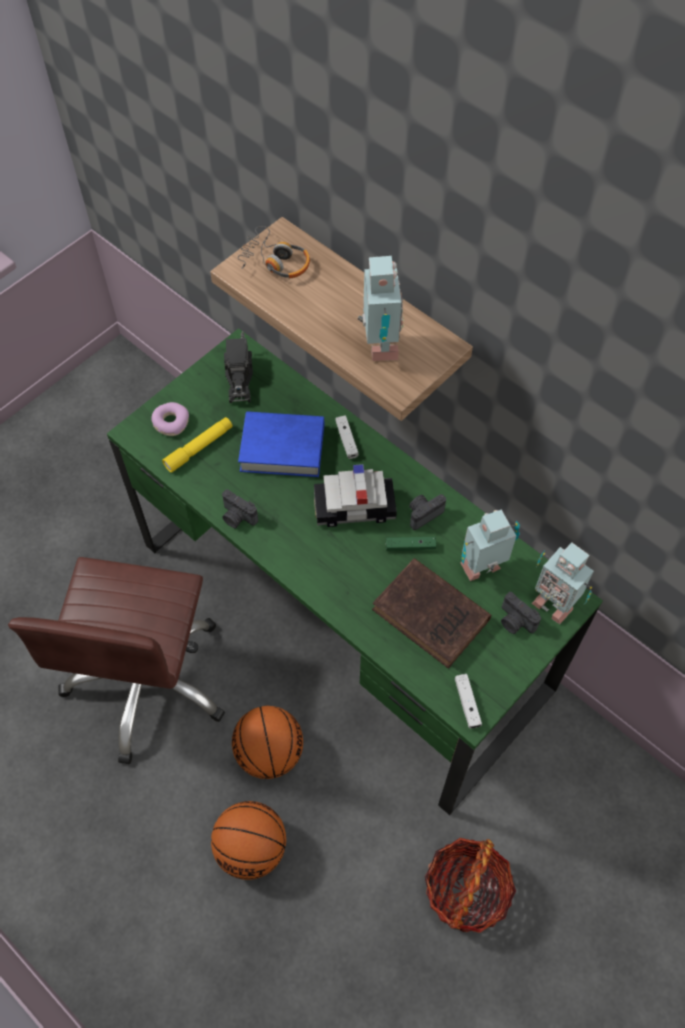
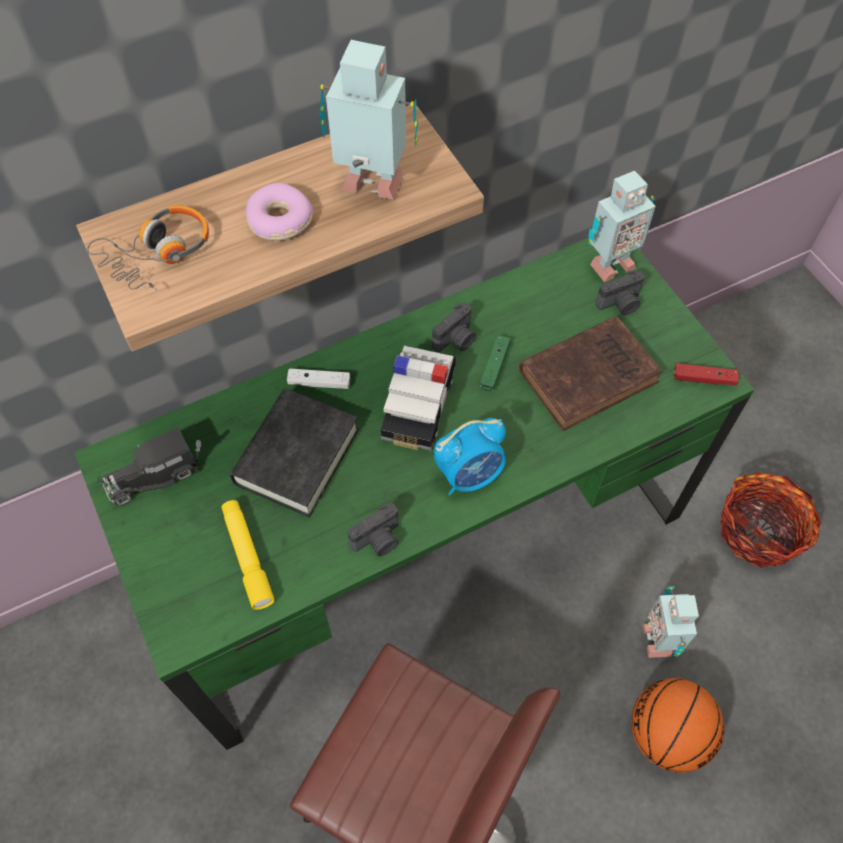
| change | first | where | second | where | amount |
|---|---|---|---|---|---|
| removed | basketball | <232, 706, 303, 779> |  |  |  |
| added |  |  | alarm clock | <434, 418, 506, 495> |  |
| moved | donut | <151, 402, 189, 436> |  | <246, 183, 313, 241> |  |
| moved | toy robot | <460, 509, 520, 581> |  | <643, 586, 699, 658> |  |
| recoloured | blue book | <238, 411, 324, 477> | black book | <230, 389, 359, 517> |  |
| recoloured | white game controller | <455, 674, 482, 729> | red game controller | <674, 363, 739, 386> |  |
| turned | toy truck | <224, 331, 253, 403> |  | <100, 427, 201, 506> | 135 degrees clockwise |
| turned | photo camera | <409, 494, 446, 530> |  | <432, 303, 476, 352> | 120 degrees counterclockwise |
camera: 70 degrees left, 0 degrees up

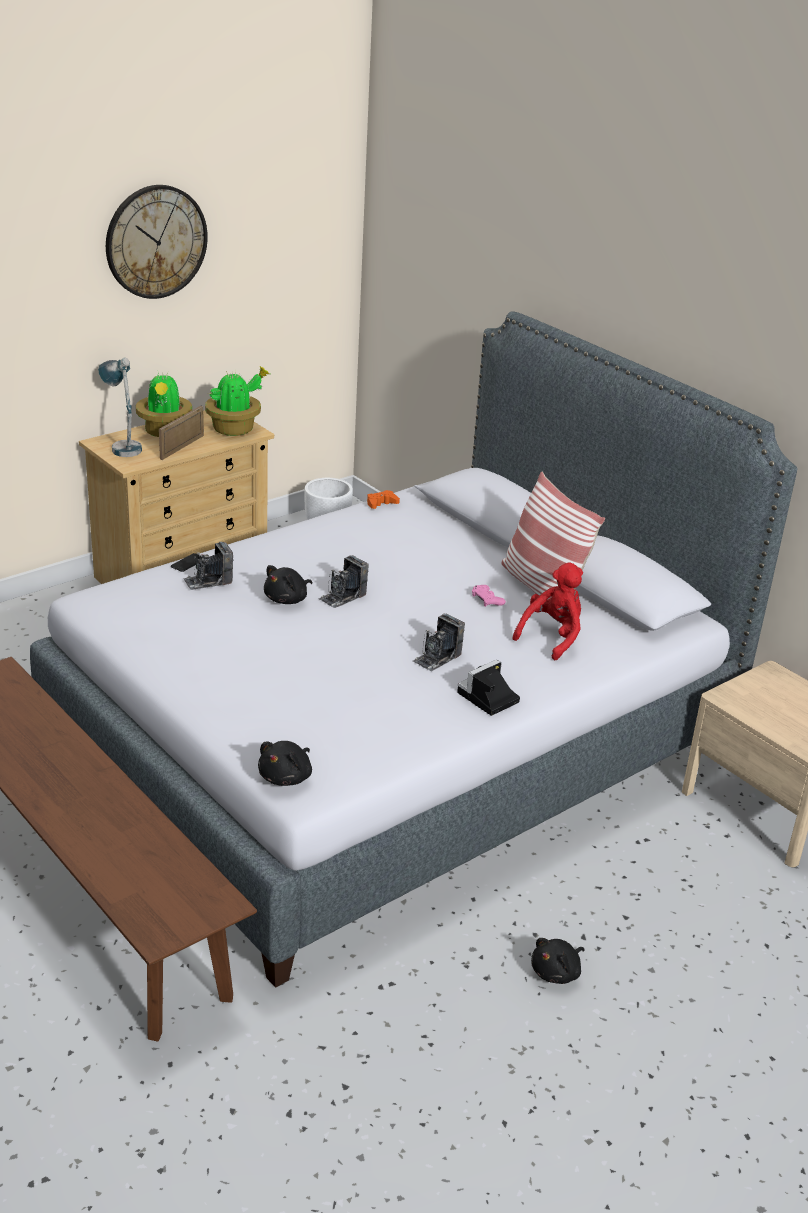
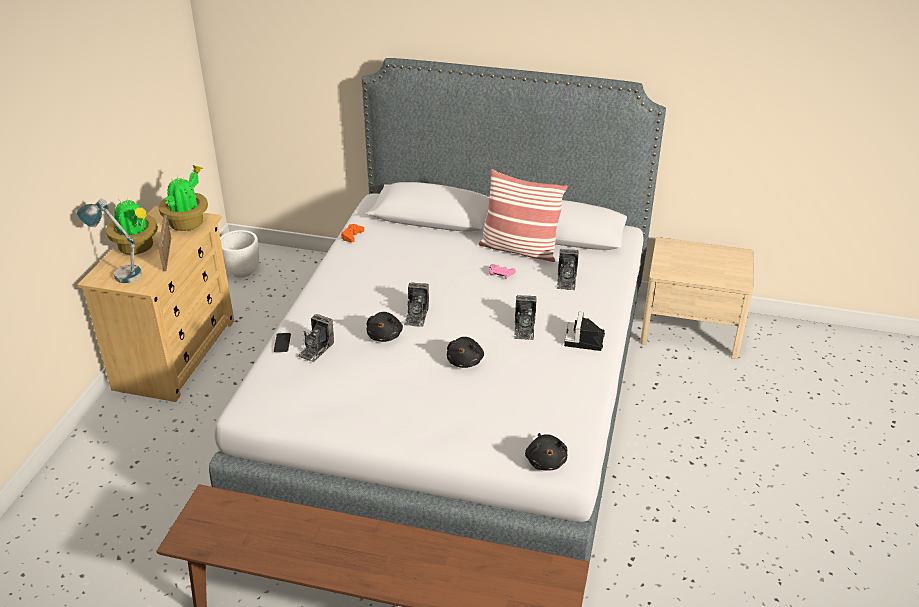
| change | first | where | second | where | amount |
|---|---|---|---|---|---|
| removed | wall clock | <106, 185, 208, 299> |  |  |  |
| moved | black plush toy | <531, 938, 585, 984> |  | <447, 337, 484, 368> |  |
| replaced | red plush toy | <513, 562, 583, 660> | photo camera | <557, 249, 579, 290> |  |
camera: 35 degrees left, 5 degrees up

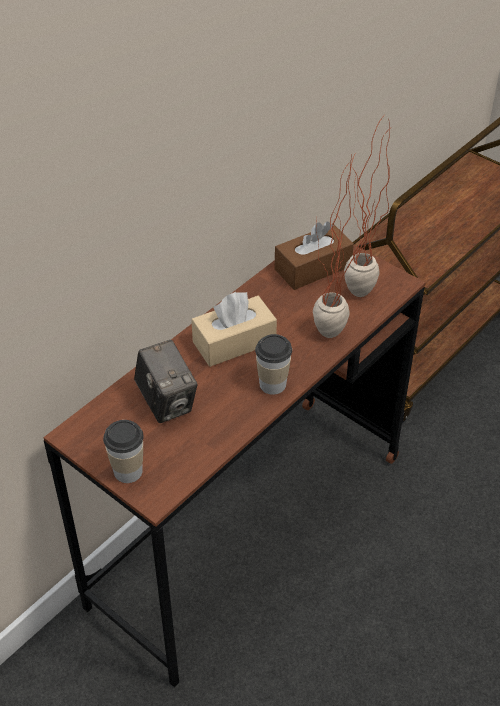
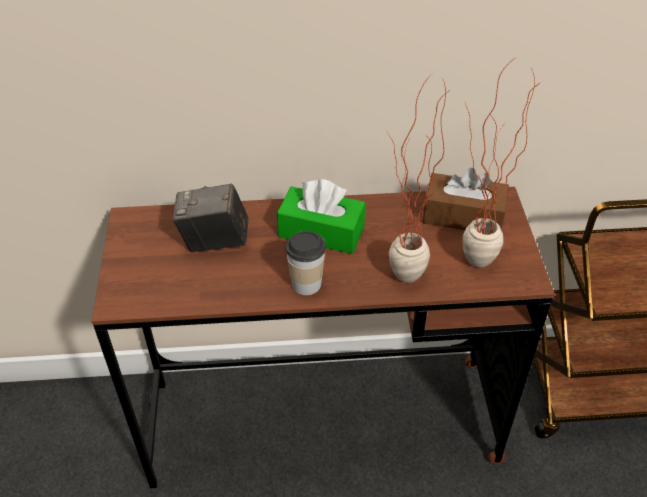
| change | first | where | second | where | amount |
|---|---|---|---|---|---|
| removed | cup | <103, 420, 144, 483> |  |  |  |
| recoloured | beige tissue box | <191, 292, 277, 367> | green tissue box | <277, 179, 366, 254> |  |
| turned | photo camera | <134, 340, 198, 423> |  | <173, 183, 248, 252> | 75 degrees clockwise |
camera: 45 degrees right, 0 degrees up

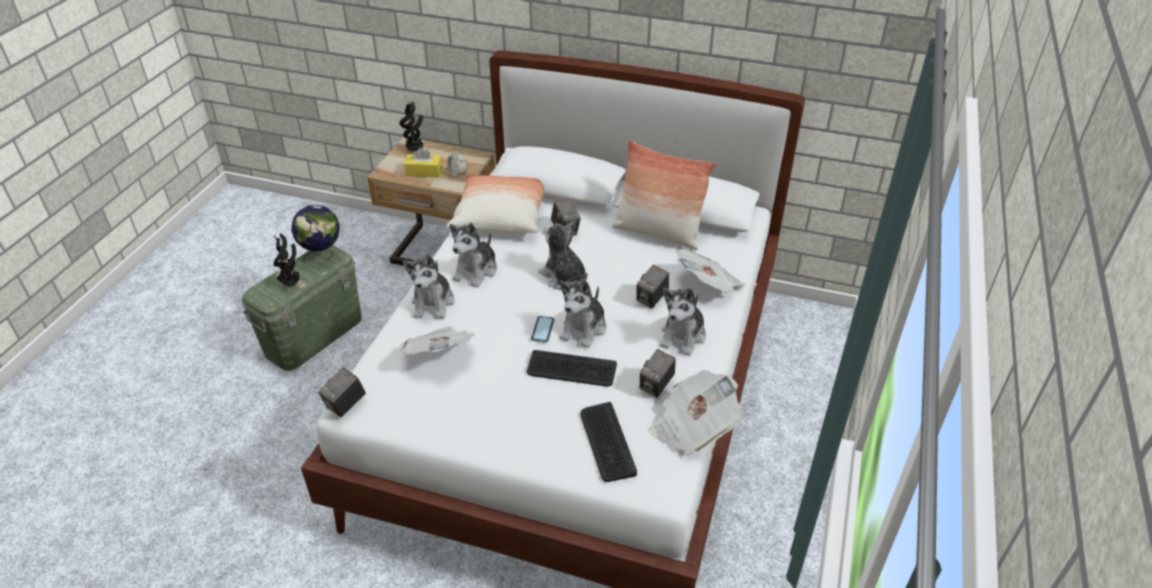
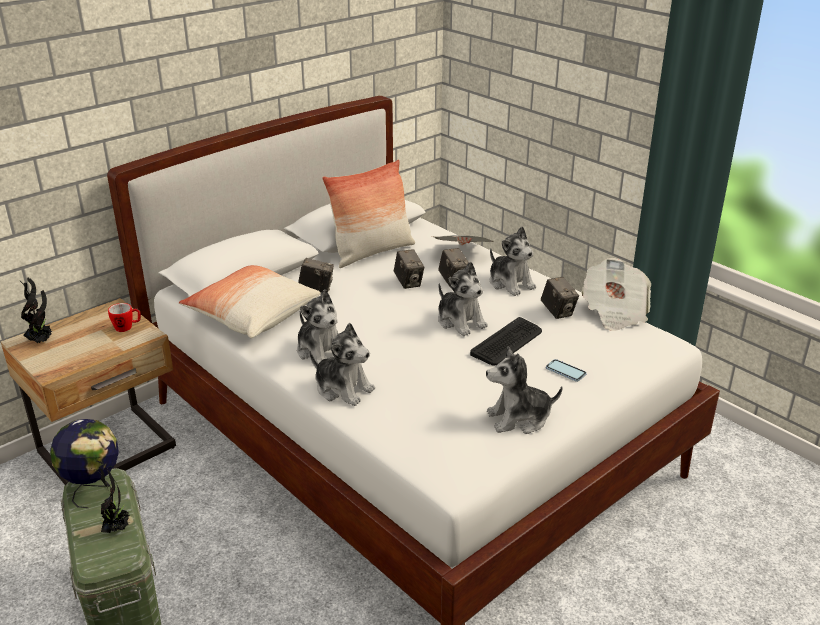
| change | first | where | second | where | amount |
|---|---|---|---|---|---|
| removed | newspaper | <400, 326, 474, 354> |  |  |  |
| removed | yellow tissue box | <404, 148, 442, 177> |  |  |  |
| removed | keyboard | <580, 402, 637, 482> |  |  |  |
| moved | photo camera | <318, 368, 366, 417> |  | <394, 249, 424, 289> |  |
| moved | phone | <531, 316, 554, 343> |  | <546, 359, 586, 382> |  |
| moved | plush toy | <538, 220, 587, 290> |  | <486, 346, 563, 434> |  |
| replaced | alarm clock | <447, 148, 467, 178> | mug | <108, 303, 141, 332> |  |
camera: 60 degrees left, 10 degrees down

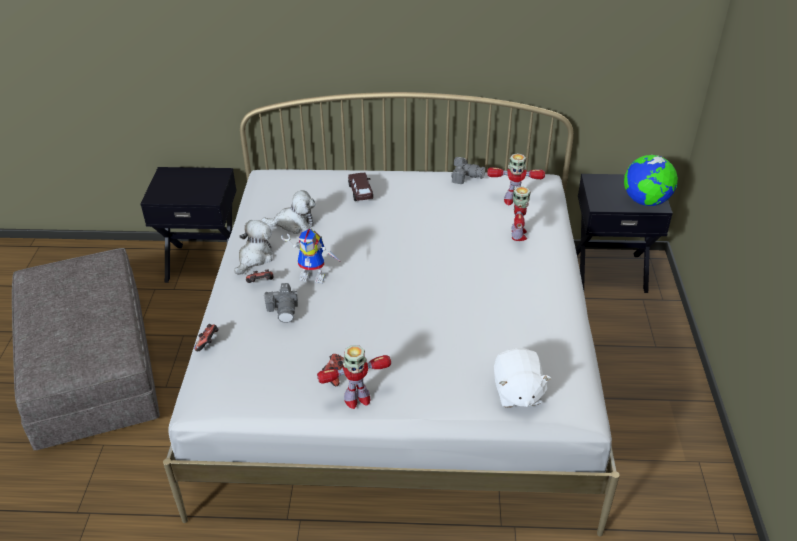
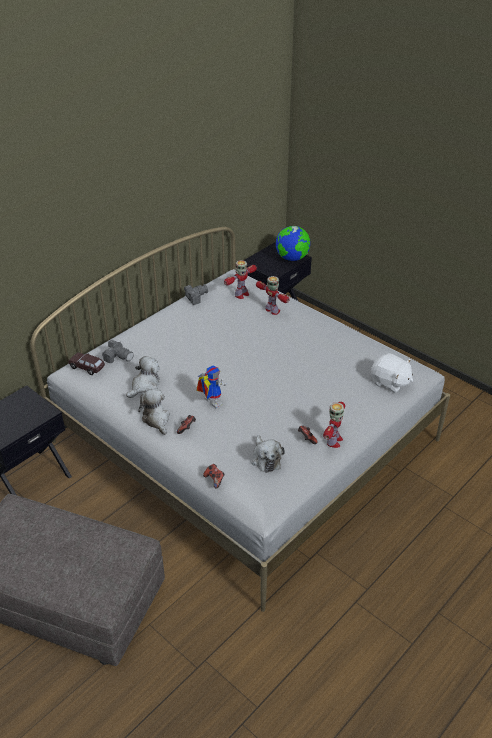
| change | first | where | second | where | amount |
|---|---|---|---|---|---|
| added |  |  | plush toy | <252, 435, 285, 473> |  |
| moved | photo camera | <264, 283, 298, 323> |  | <102, 340, 134, 363> |  |
| moved | brown toy car | <348, 172, 373, 201> |  | <68, 352, 105, 375> |  |
| turned | toy robot | <281, 229, 342, 283> |  | <196, 365, 226, 408> | 90 degrees counterclockwise |
camera: 50 degrees left, 0 degrees up

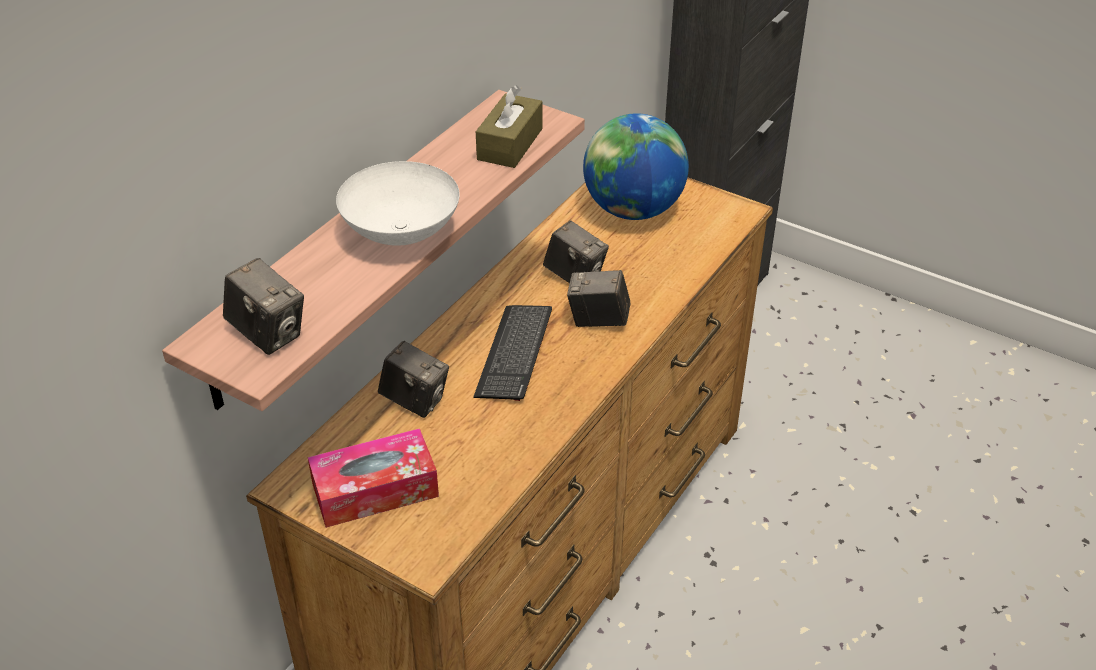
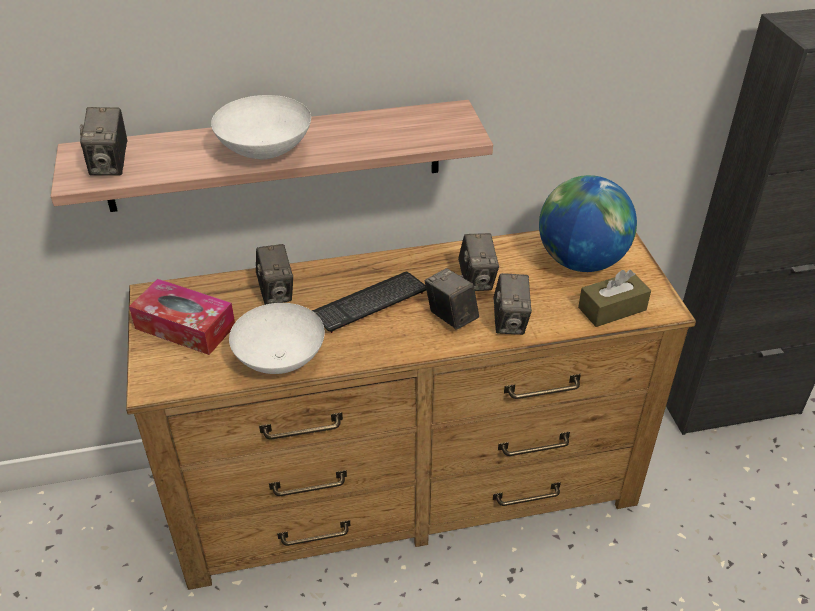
| change | first | where | second | where | amount |
|---|---|---|---|---|---|
| added |  |  | white bowl | <229, 303, 325, 374> |  |
| added |  |  | photo camera | <493, 273, 532, 335> |  |
| moved | brown tissue box | <476, 85, 542, 168> |  | <578, 270, 651, 327> |  |
camera: 45 degrees right, 0 degrees up

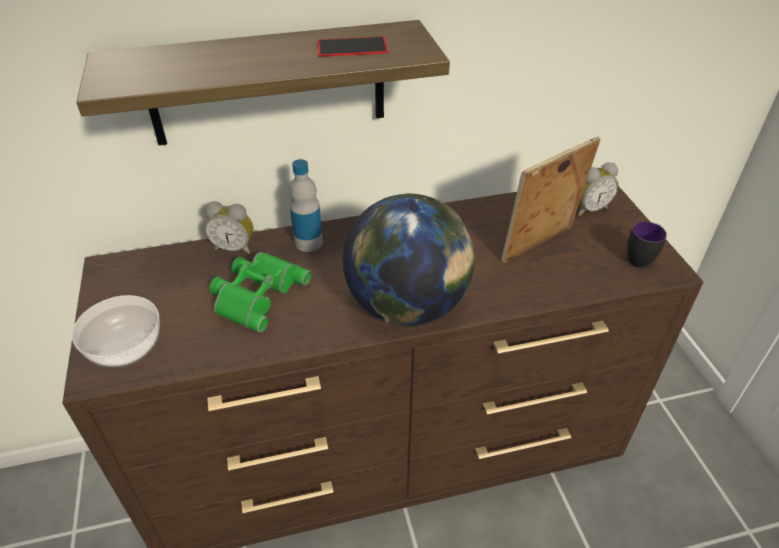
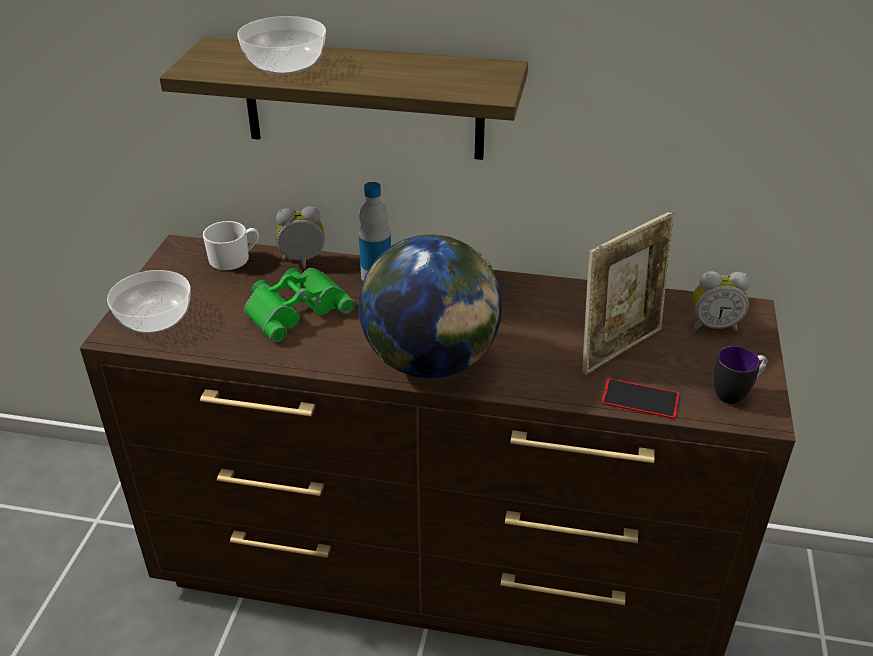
| change | first | where | second | where | amount |
|---|---|---|---|---|---|
| added |  |  | white mug | <203, 221, 259, 270> |  |
| added |  |  | bowl | <237, 16, 326, 75> |  |
| moved | phone | <317, 36, 389, 57> |  | <601, 378, 680, 419> |  |
| turned | alarm clock | <204, 201, 254, 255> |  | <276, 206, 325, 269> | 135 degrees clockwise |
| turned | picture frame | <501, 136, 601, 263> |  | <582, 211, 674, 375> | 150 degrees clockwise |
camera: 25 degrees right, 5 degrees down

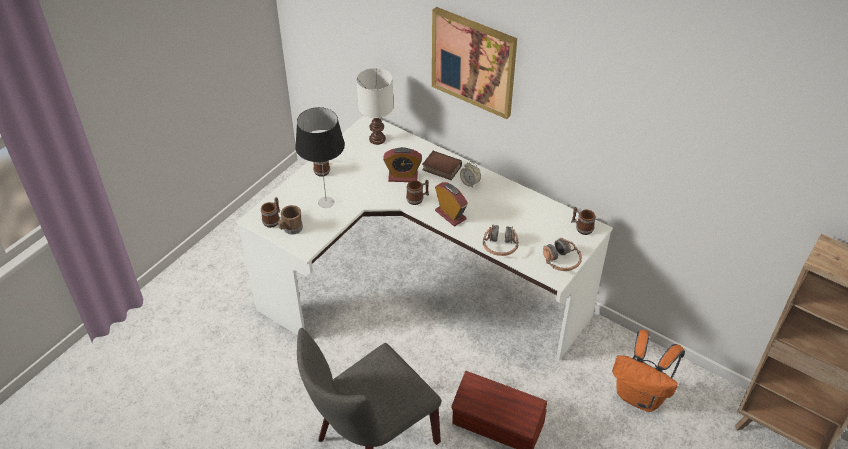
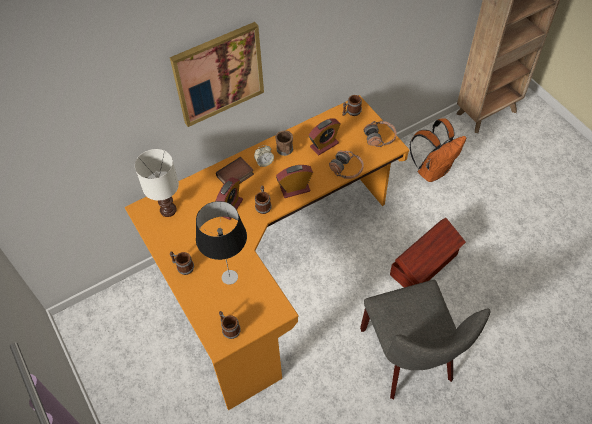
| change | first | where | second | where | amount |
|---|---|---|---|---|---|
| added |  |  | alarm clock | <309, 118, 341, 155> |  |
| moved | brown mug | <278, 205, 303, 235> |  | <275, 130, 293, 156> |  |
| recoloured | white desk | <237, 116, 613, 362> | orange desk | <125, 95, 410, 410> |  |
camera: 65 degrees left, 10 degrees up

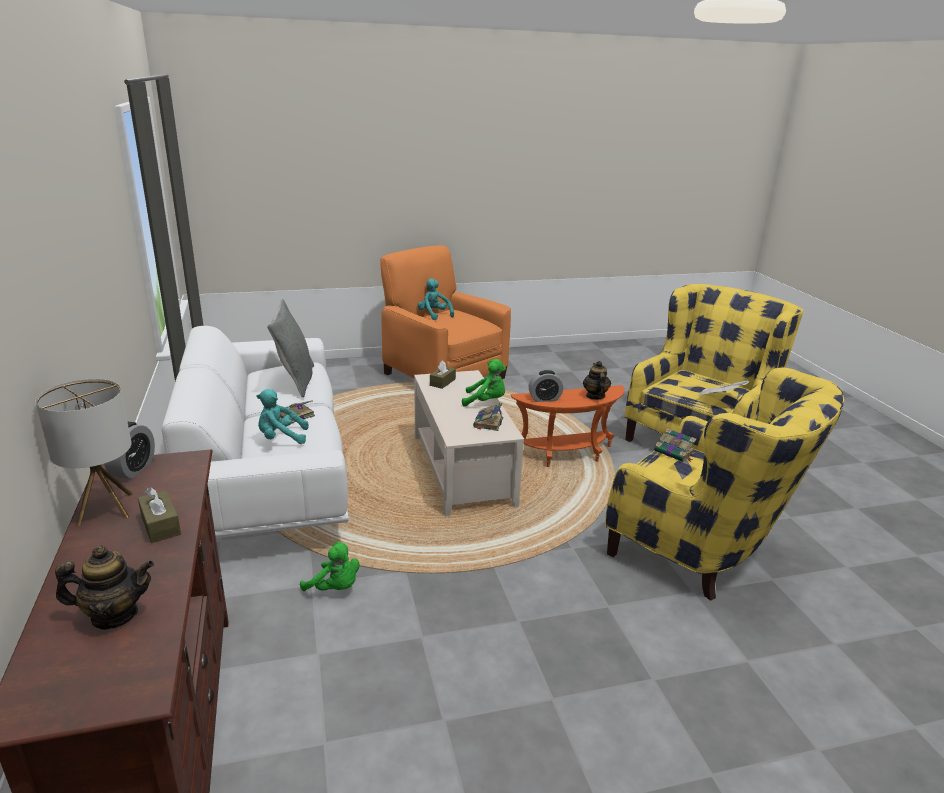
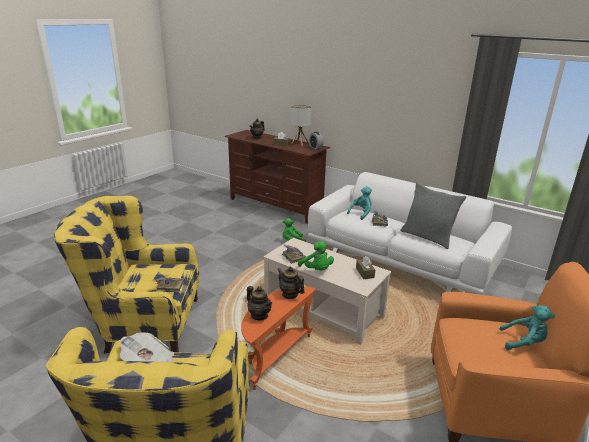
| change | first | where | second | where | amount |
|---|---|---|---|---|---|
| replaced | alarm clock | <529, 370, 563, 402> | teapot | <277, 267, 305, 299> |  |
| turned | green plush toy | <462, 359, 506, 407> |  | <298, 241, 334, 270> | 90 degrees counterclockwise |
camera: 140 degrees right, 0 degrees up

